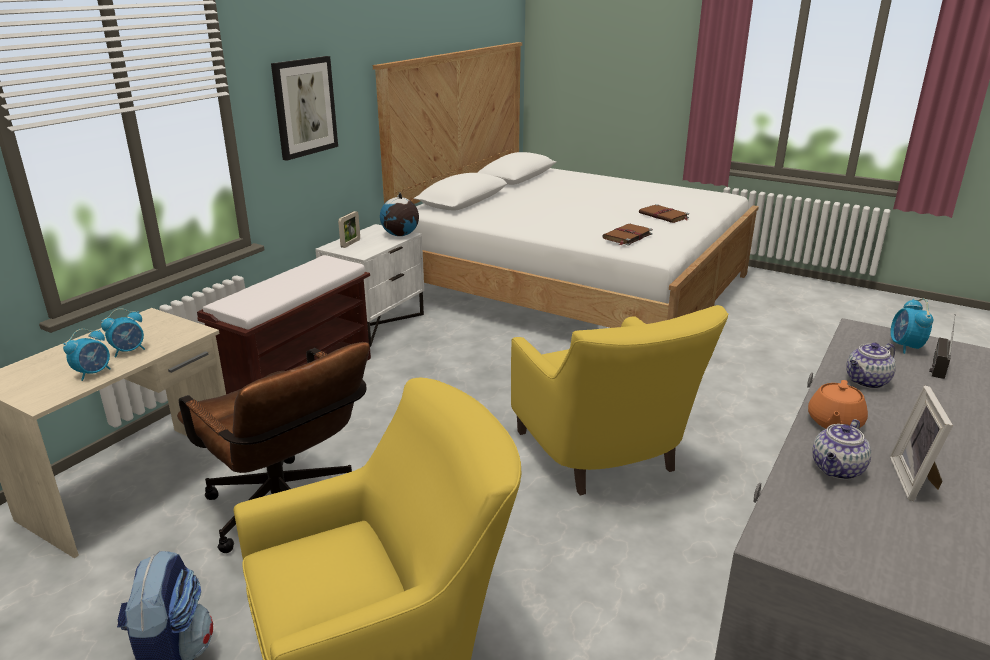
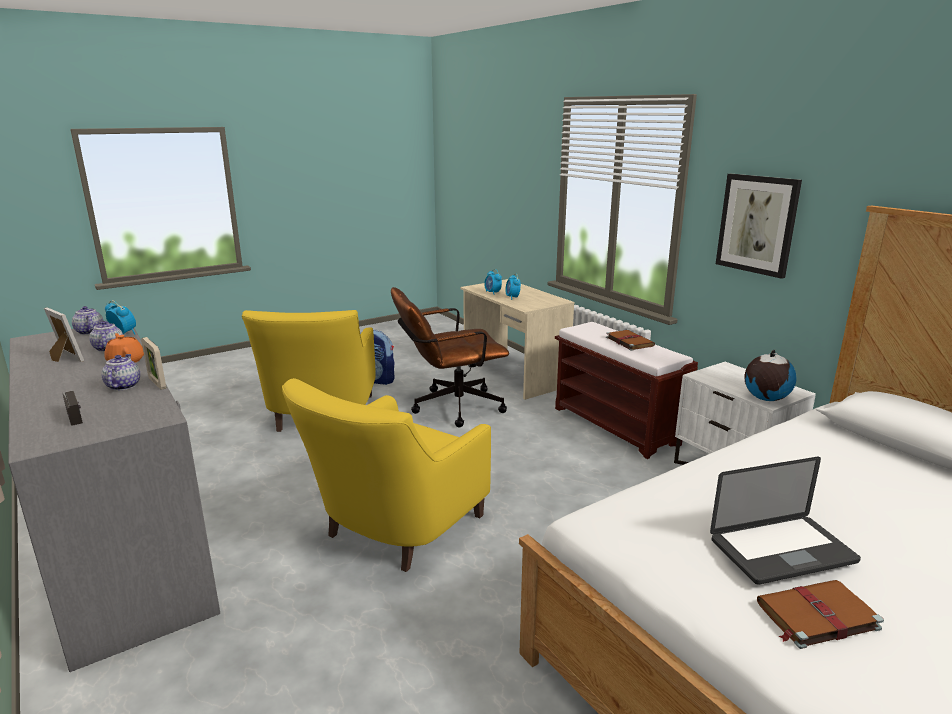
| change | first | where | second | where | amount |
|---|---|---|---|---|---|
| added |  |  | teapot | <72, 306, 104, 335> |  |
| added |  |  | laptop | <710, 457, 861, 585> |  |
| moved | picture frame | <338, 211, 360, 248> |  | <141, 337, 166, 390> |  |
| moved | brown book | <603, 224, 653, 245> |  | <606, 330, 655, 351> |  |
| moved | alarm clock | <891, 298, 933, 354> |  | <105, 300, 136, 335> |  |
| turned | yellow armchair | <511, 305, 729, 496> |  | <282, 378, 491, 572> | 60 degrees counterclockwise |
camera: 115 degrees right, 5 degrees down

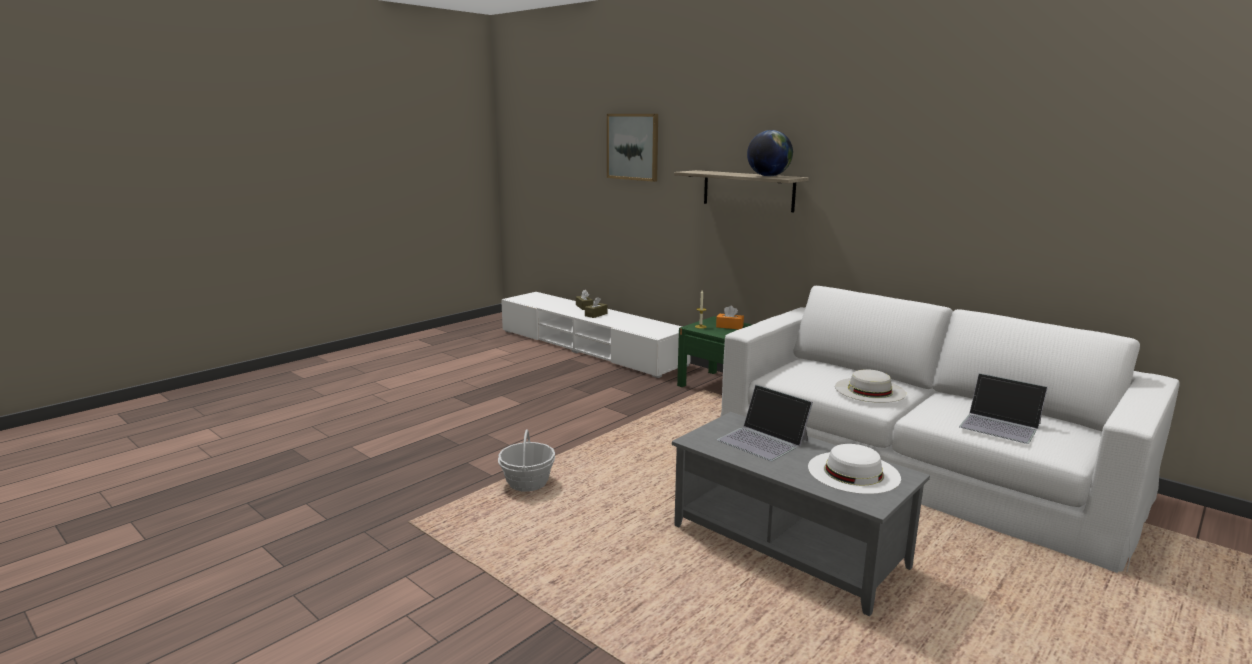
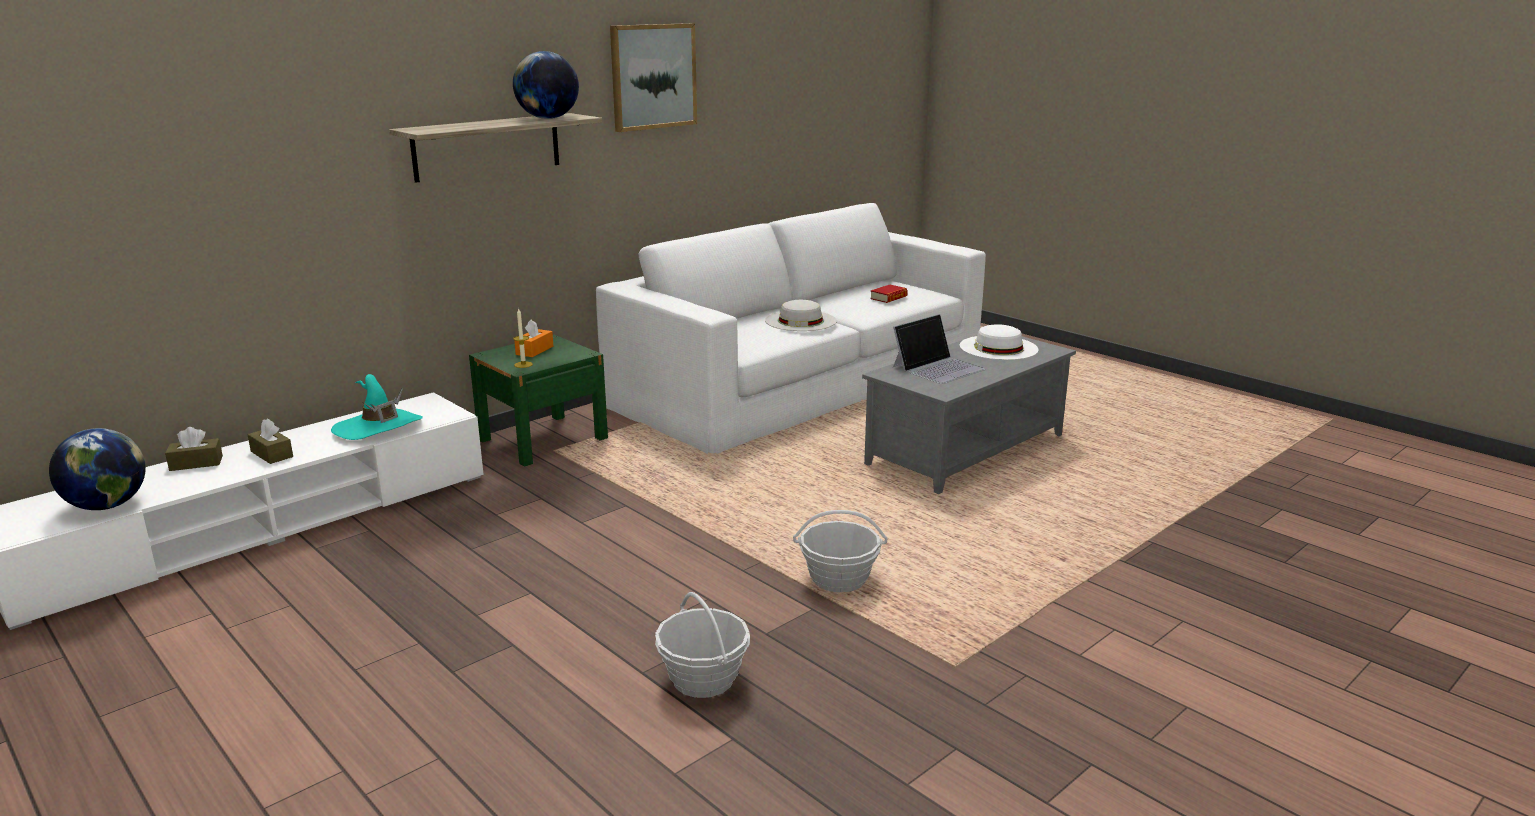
| change | first | where | second | where | amount |
|---|---|---|---|---|---|
| added |  |  | globe | <49, 428, 146, 510> |  |
| added |  |  | turquoise hat | <331, 374, 423, 440> |  |
| added |  |  | basket | <655, 592, 750, 698> |  |
| moved | picture | <607, 114, 658, 182> |  | <610, 23, 697, 132> |  |
| replaced | laptop | <959, 373, 1048, 444> | book | <870, 285, 908, 303> |  |
camera: 85 degrees left, 5 degrees up

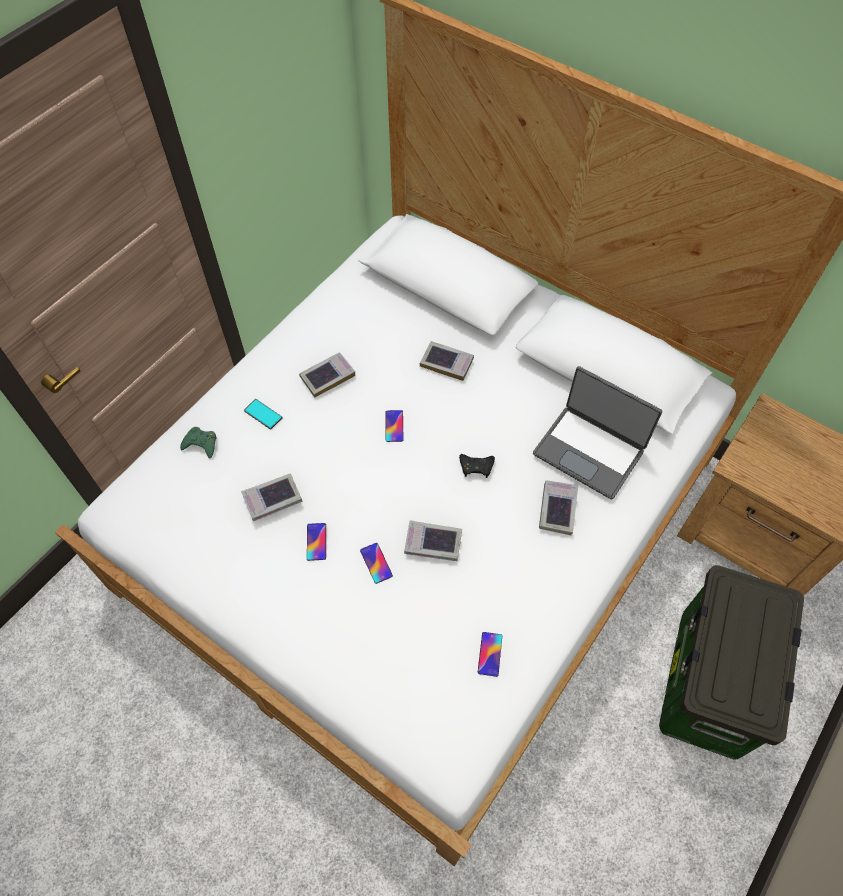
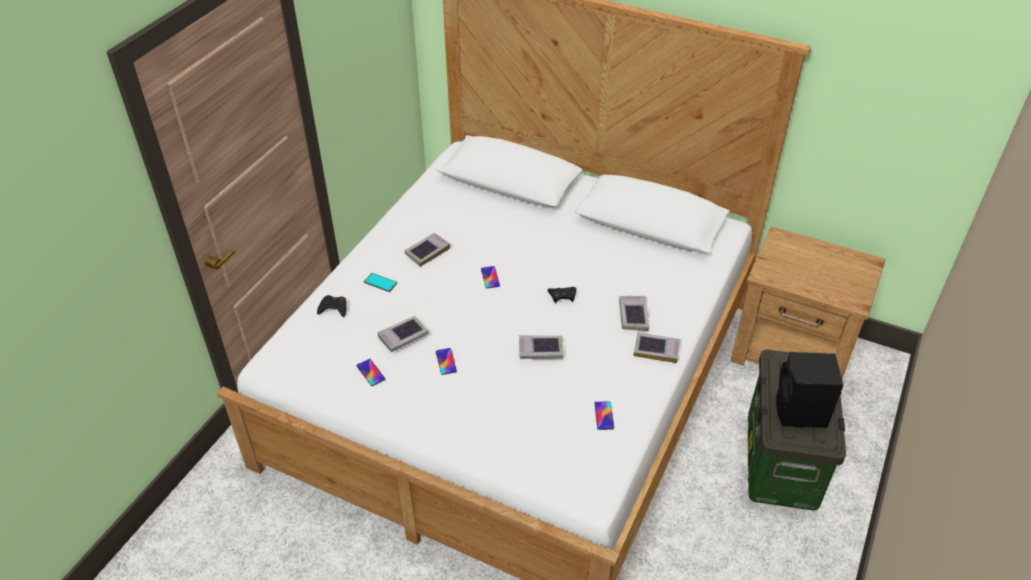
| change | first | where | second | where | amount |
|---|---|---|---|---|---|
| removed | laptop | <533, 366, 662, 499> |  |  |  |
| added |  |  | black speaker | <776, 352, 843, 428> |  |
| moved | phone | <360, 543, 393, 584> |  | <356, 359, 385, 386> |  |
| moved | book | <420, 341, 474, 381> |  | <633, 333, 680, 363> |  |
| recoloured | green game controller | <180, 427, 217, 458> | black game controller | <317, 295, 346, 317> |  |
camera: 10 degrees left, 15 degrees down

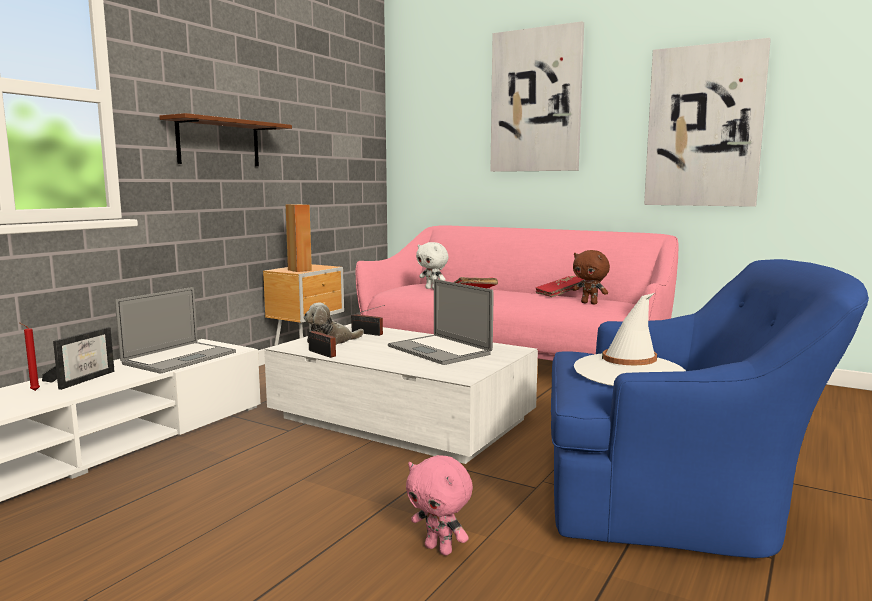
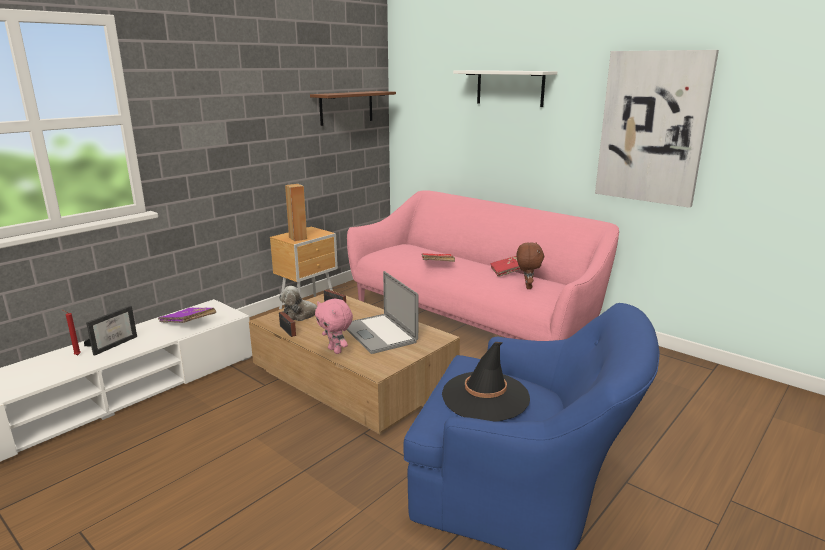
| change | first | where | second | where | amount |
|---|---|---|---|---|---|
| removed | white plush toy | <416, 242, 448, 290> |  |  |  |
| moved | brown shelf | <159, 113, 292, 166> |  | <310, 91, 396, 126> |  |
| moved | pink plush toy | <406, 455, 473, 556> |  | <315, 299, 353, 354> |  |
| replaced | laptop | <115, 287, 236, 373> | purple book | <158, 308, 216, 323> |  |
| replaced | picture | <490, 21, 584, 172> | white shelf | <453, 70, 557, 107> |  |
| recoloured | white coffee table | <264, 324, 538, 464> | brown coffee table | <249, 291, 460, 434> |  |
| recoloured | white hat | <574, 293, 686, 386> | black hat | <442, 342, 530, 422> |  |
| turned | brown plush toy | <572, 250, 610, 304> |  | <516, 242, 544, 289> | 135 degrees counterclockwise |
camera: 10 degrees right, 10 degrees up

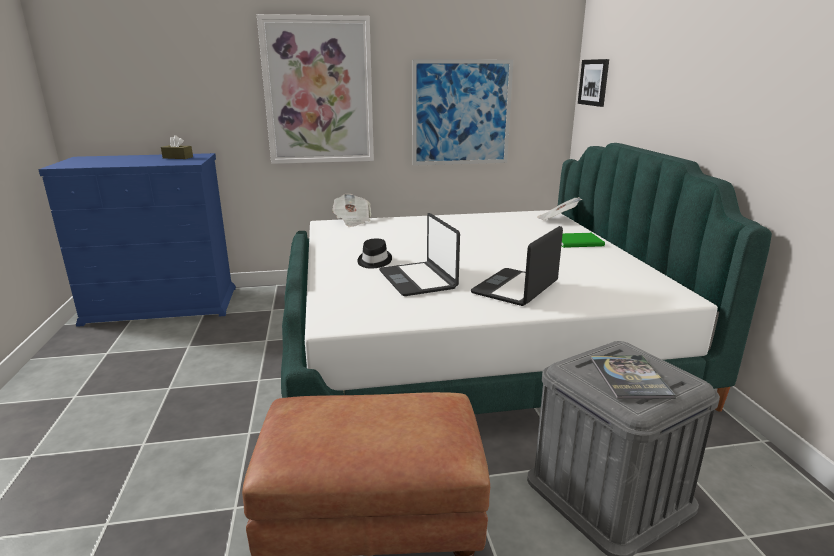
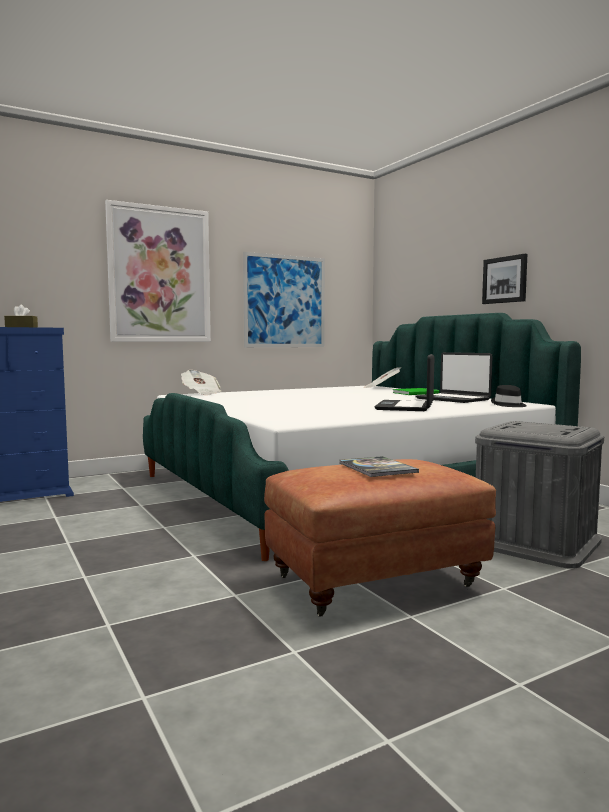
| change | first | where | second | where | amount |
|---|---|---|---|---|---|
| moved | black hat | <357, 239, 392, 269> |  | <491, 385, 526, 407> |  |
| moved | laptop | <379, 213, 460, 296> |  | <415, 352, 493, 403> |  |
| moved | picture | <578, 59, 609, 107> |  | <482, 254, 527, 304> |  |
| moved | book | <591, 355, 676, 399> |  | <340, 456, 419, 477> |  |
camera: 20 degrees left, 15 degrees down

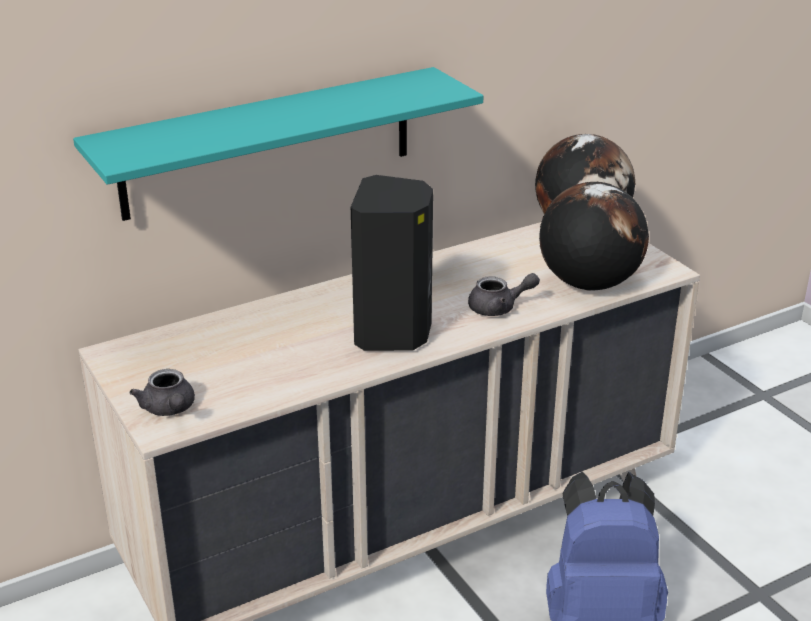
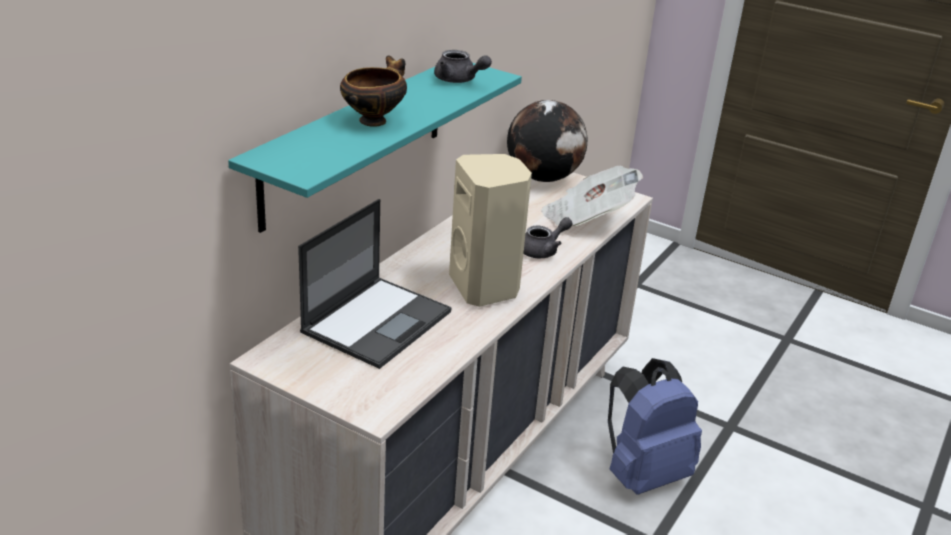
| change | first | where | second | where | amount |
|---|---|---|---|---|---|
| added |  |  | laptop | <298, 199, 452, 369> |  |
| added |  |  | bowl | <340, 55, 407, 127> |  |
| moved | grey teapot | <130, 369, 195, 416> |  | <434, 50, 492, 83> |  |
| replaced | globe | <539, 182, 649, 291> | newspaper | <541, 165, 643, 226> |  |
| recoloured | black speaker | <351, 175, 433, 351> | beige speaker | <449, 154, 532, 307> |  |
camera: 30 degrees left, 0 degrees up

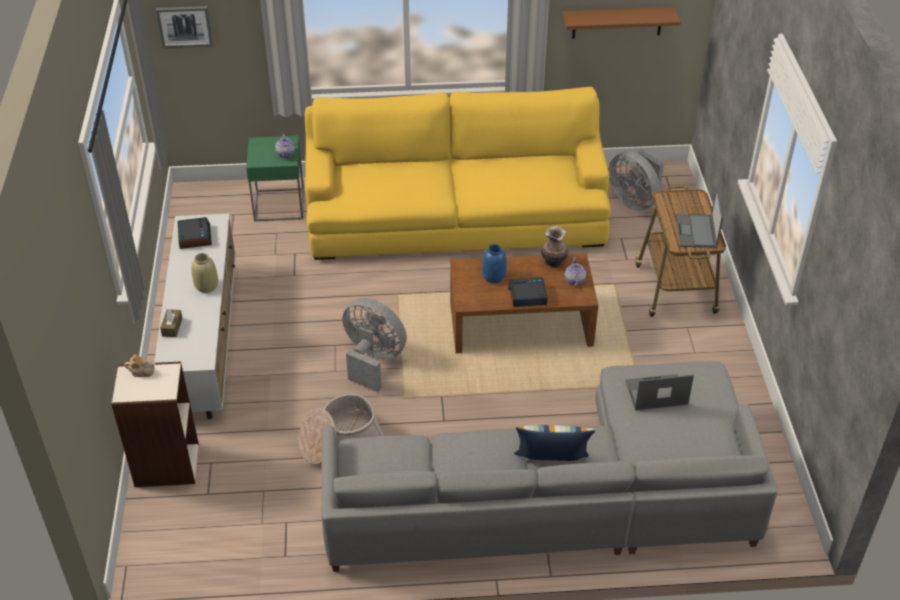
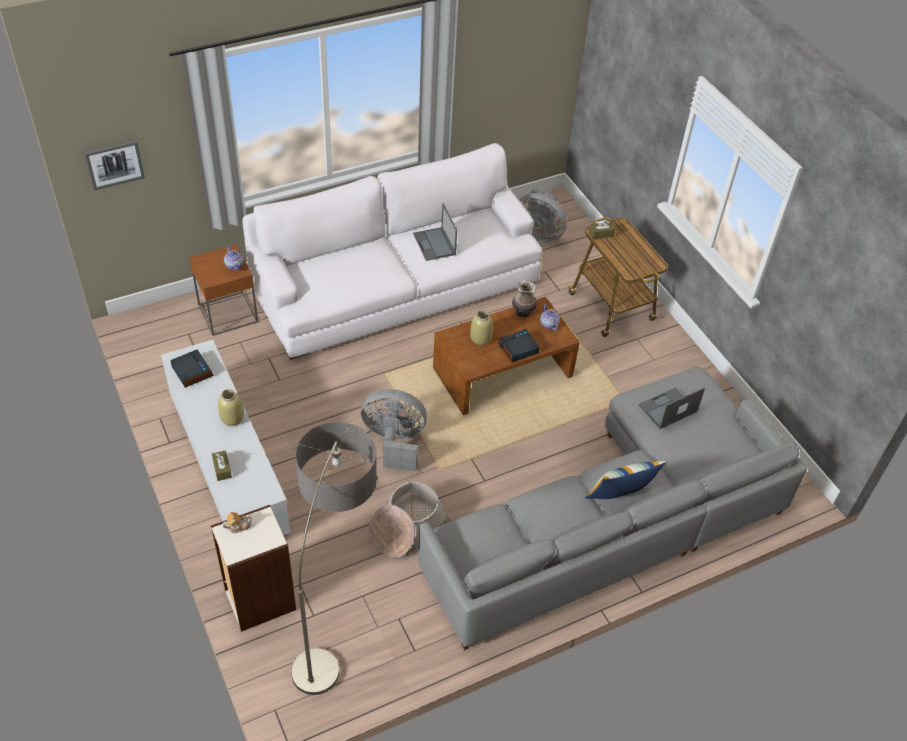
| change | first | where | second | where | amount |
|---|---|---|---|---|---|
| removed | brown shelf | <562, 7, 681, 39> |  |  |  |
| added |  |  | floor lamp | <291, 422, 377, 695> |  |
| added |  |  | brown tissue box | <589, 220, 615, 239> |  |
| moved | laptop | <676, 186, 723, 248> |  | <413, 203, 457, 261> |  |
| recoloured | green side table | <246, 136, 304, 221> | brown side table | <189, 244, 258, 336> |  |
| recoloured | yellow sofa | <305, 87, 611, 260> | white sofa | <243, 143, 543, 360> |  |
| recoloured | blue vase | <482, 244, 507, 283> | beige vase | <470, 310, 493, 345> |  |
camera: 25 degrees left, 5 degrees up

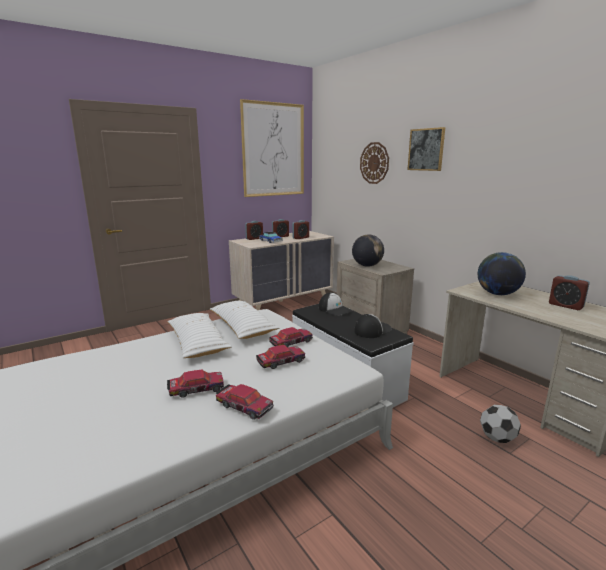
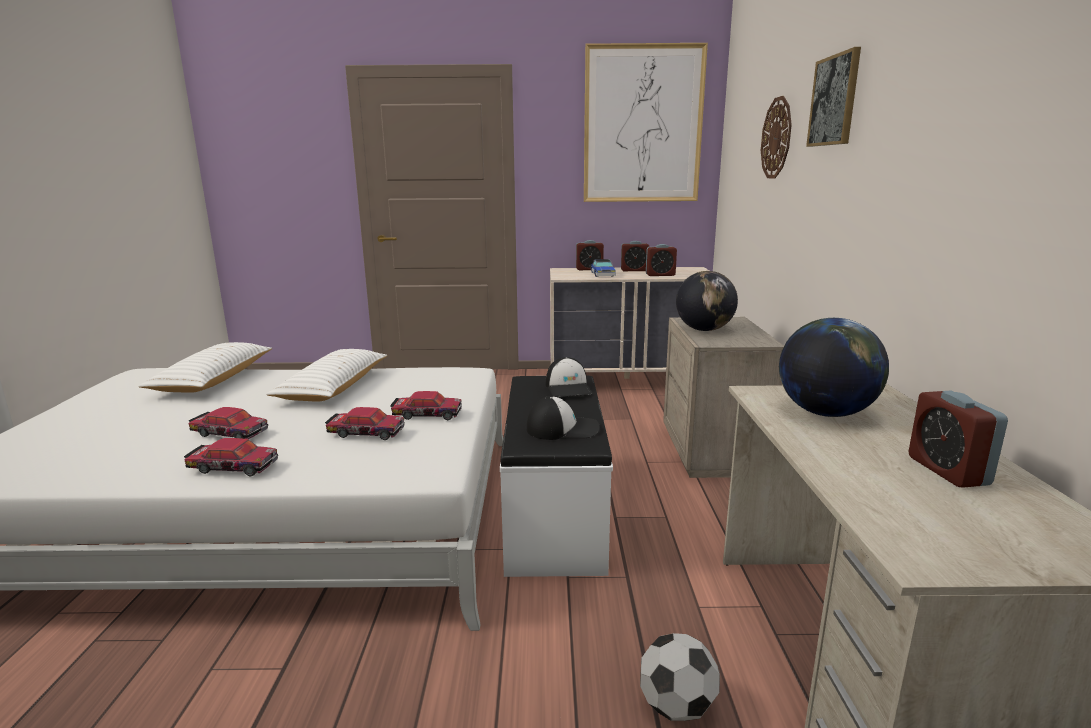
| change | first | where | second | where | amount |
|---|---|---|---|---|---|
| moved | white pillow | <210, 301, 279, 339> |  | <138, 342, 272, 393> |  |
| turned | toy car | <216, 384, 274, 420> |  | <184, 438, 278, 476> | 60 degrees counterclockwise |
camera: 35 degrees right, 0 degrees up

